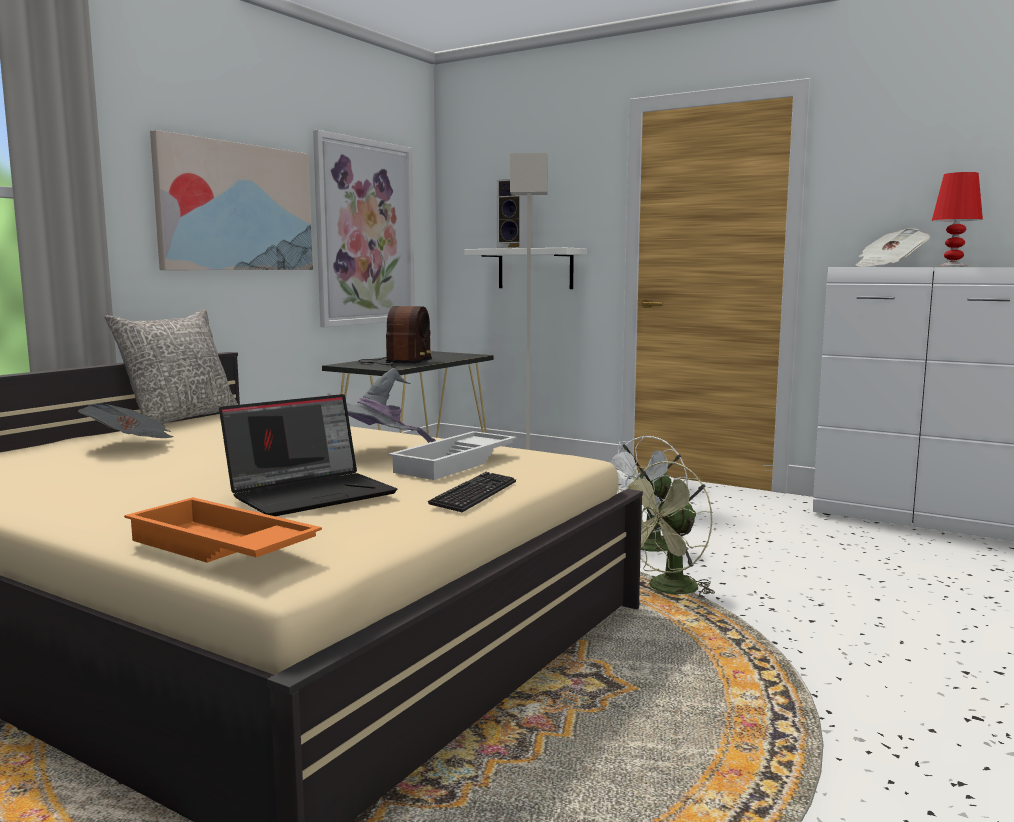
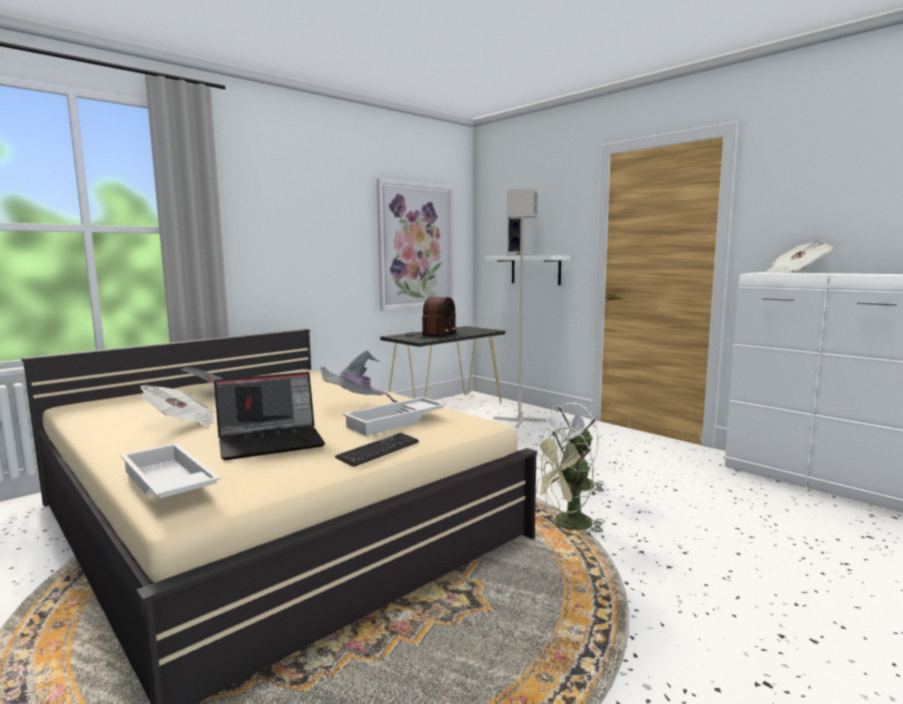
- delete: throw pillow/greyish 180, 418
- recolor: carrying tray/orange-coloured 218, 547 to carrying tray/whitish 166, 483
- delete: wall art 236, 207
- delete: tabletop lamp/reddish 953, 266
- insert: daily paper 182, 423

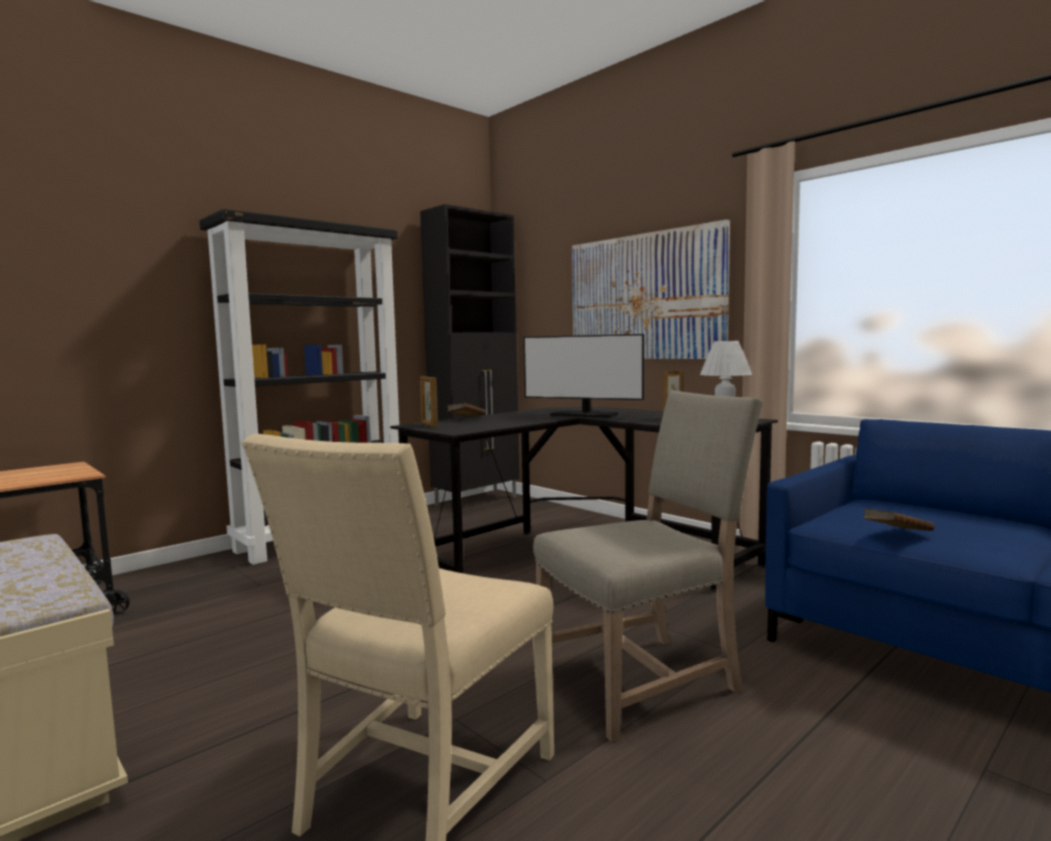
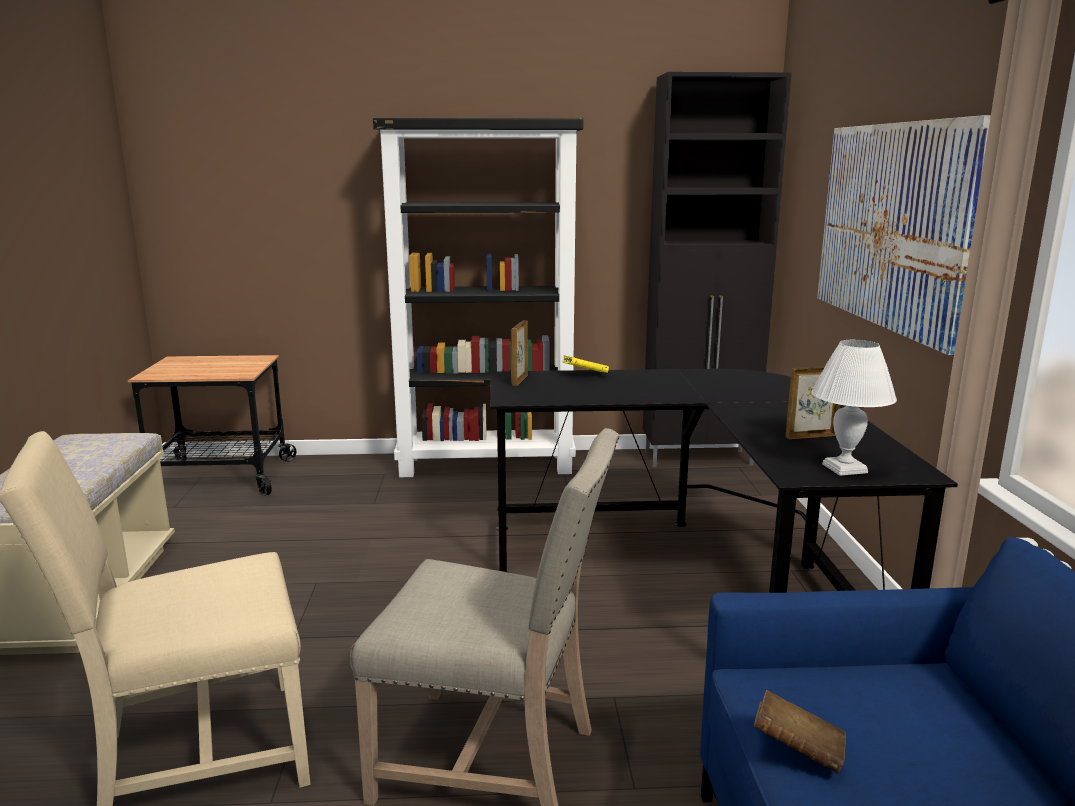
- recolor: book/brown-coloured 466, 419 to book/yellow 585, 375
- delete: computer display 584, 415

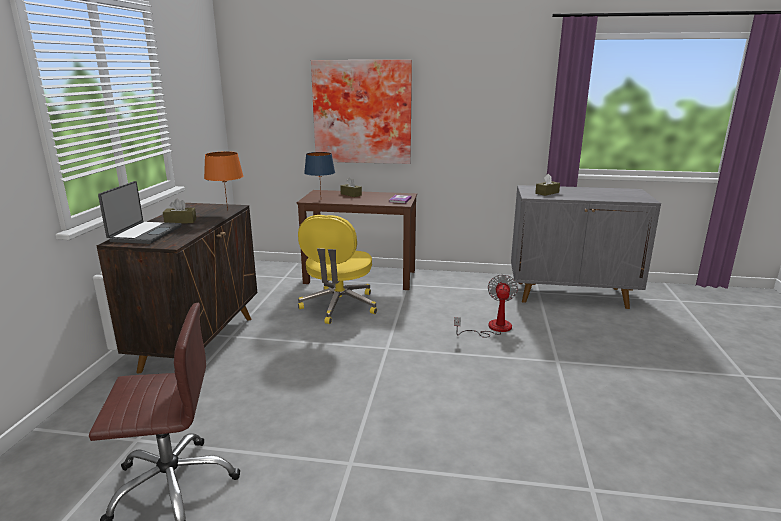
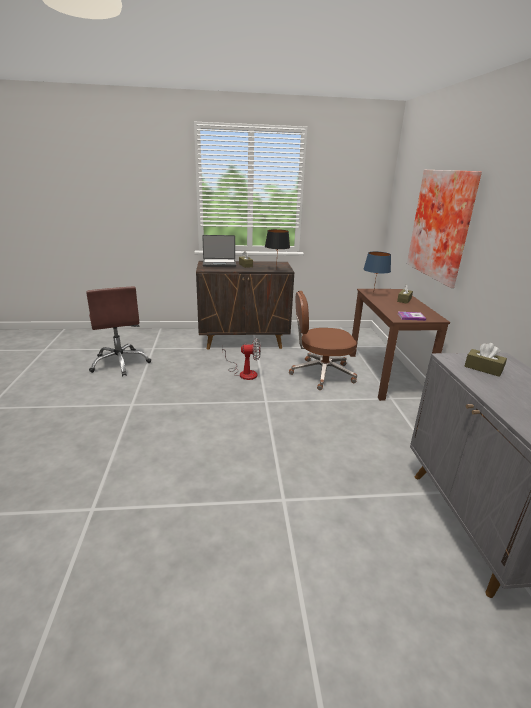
- recolor: tabletop lamp/orange-coloured 228, 210 to tabletop lamp/black 276, 269
- recolor: computer chair/yellow 339, 306 to computer chair/brown-coloured 321, 373
- move: cooling fan 492, 328 to 244, 373

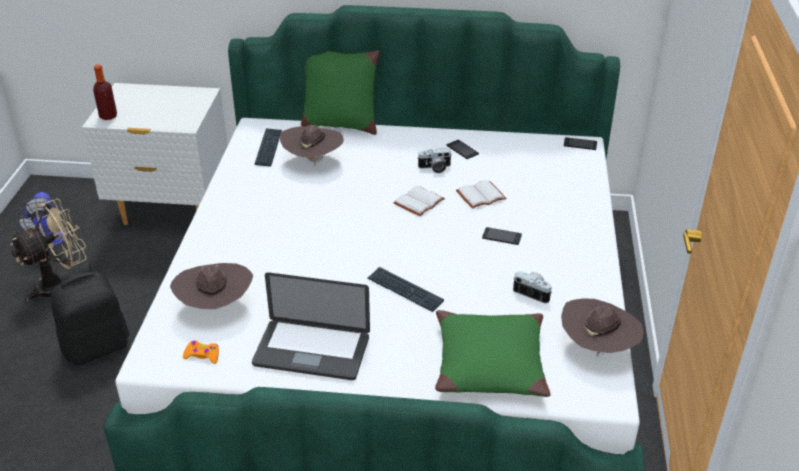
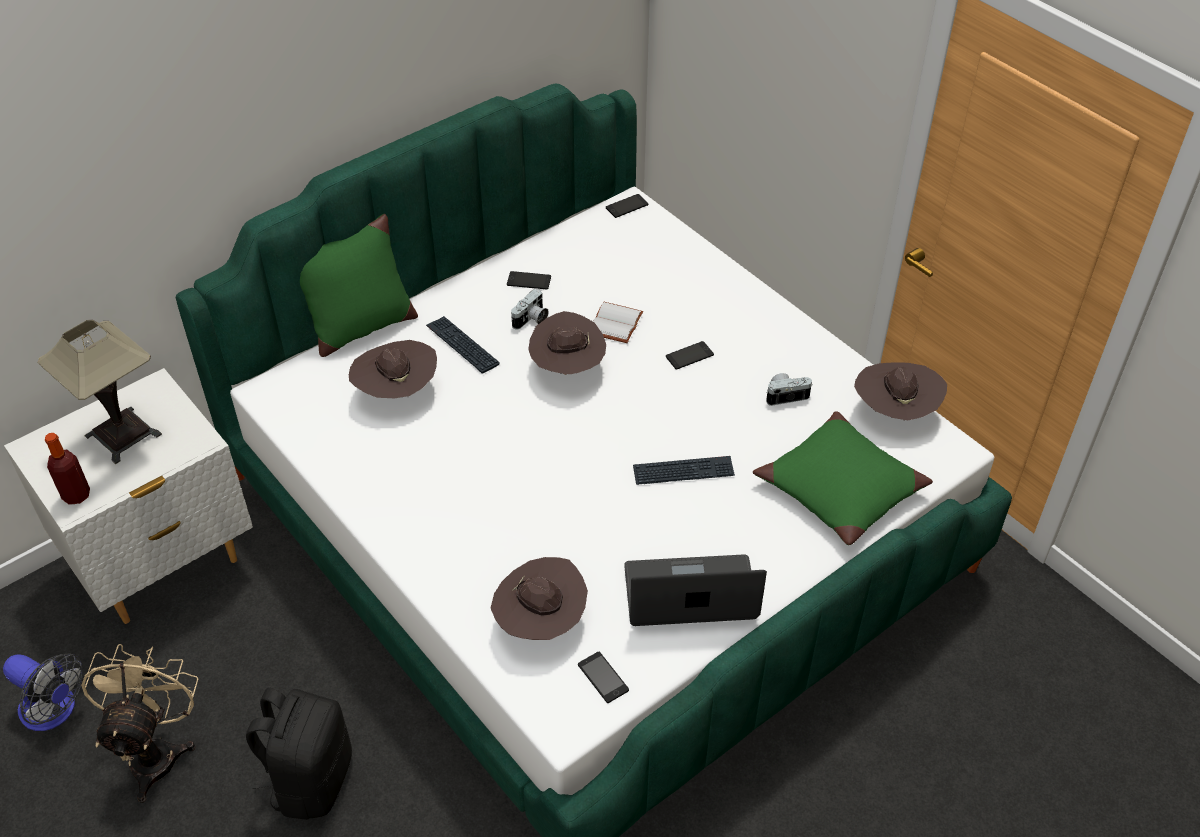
- replace: game controller/orange-coloured 202, 355 to phone 603, 677
- rotate: notebook computer 311, 351 = 690, 593 150 degrees counterclockwise
- move: computer keyboard 268, 148 to 462, 345
- replace: book/whitish 418, 201 to wearable hat/brown-coloured 567, 368
- insert: tabletop lamp 123, 435

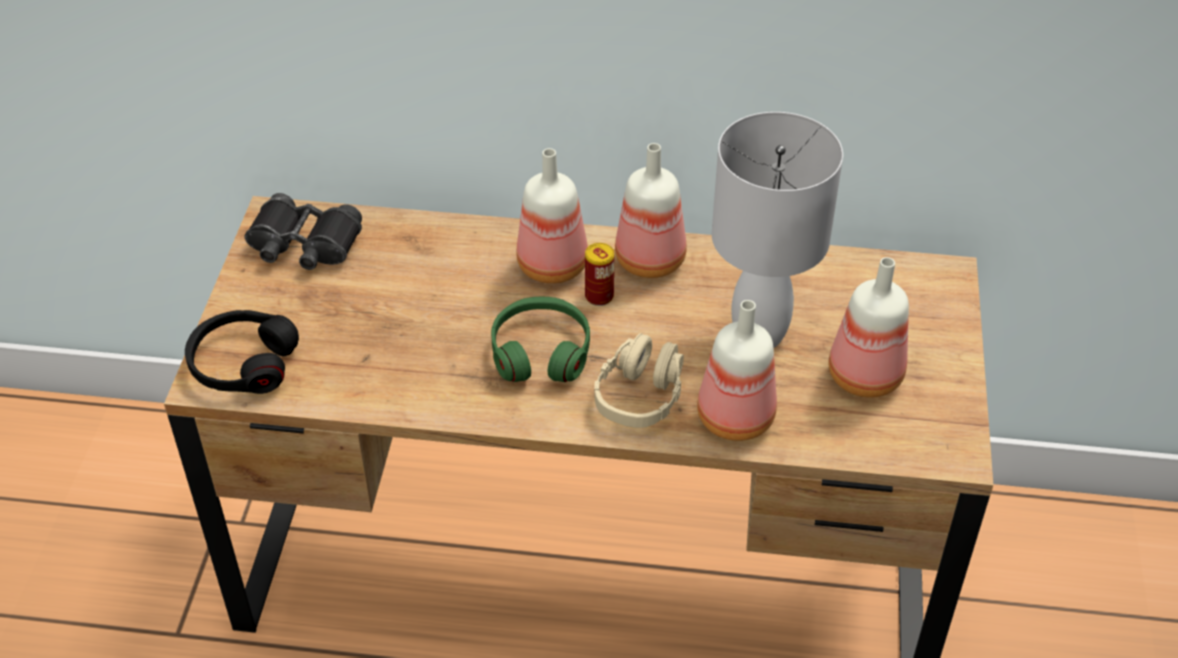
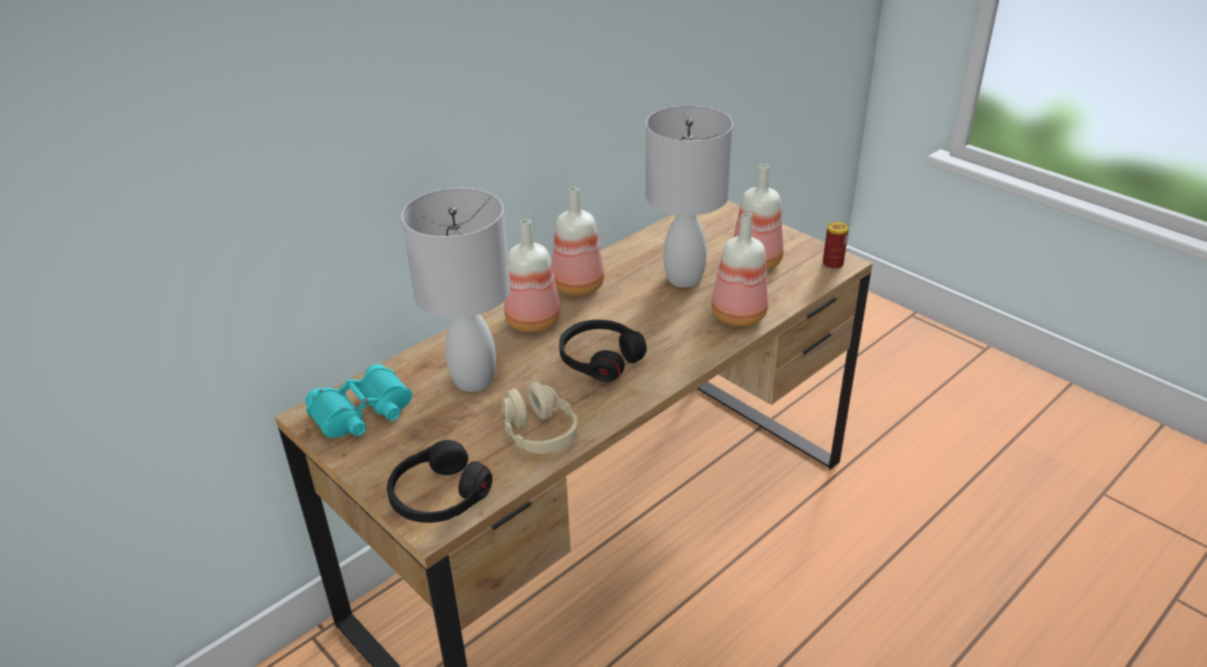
- recolor: field glasses/black 304, 245 to field glasses/turquoise-coloured 363, 413
- recolor: pair of headphones/green 541, 351 to pair of headphones/black 600, 358
- move: can 599, 296 to 832, 264
- move: pair of headphones/beige 640, 395 to 539, 431
- insert: tabletop lamp/whitish 475, 380

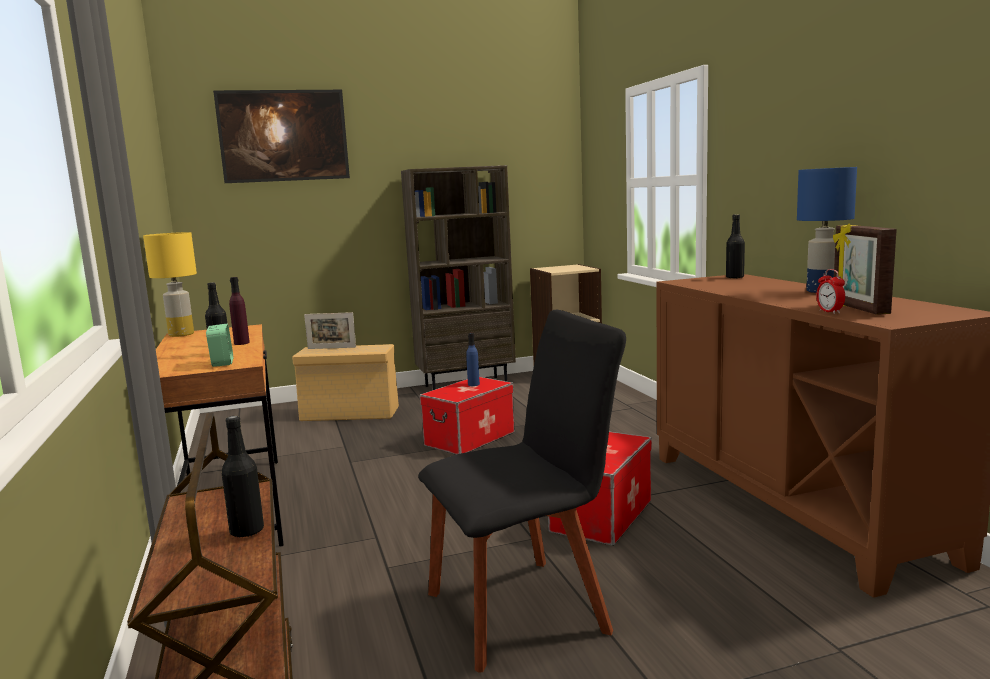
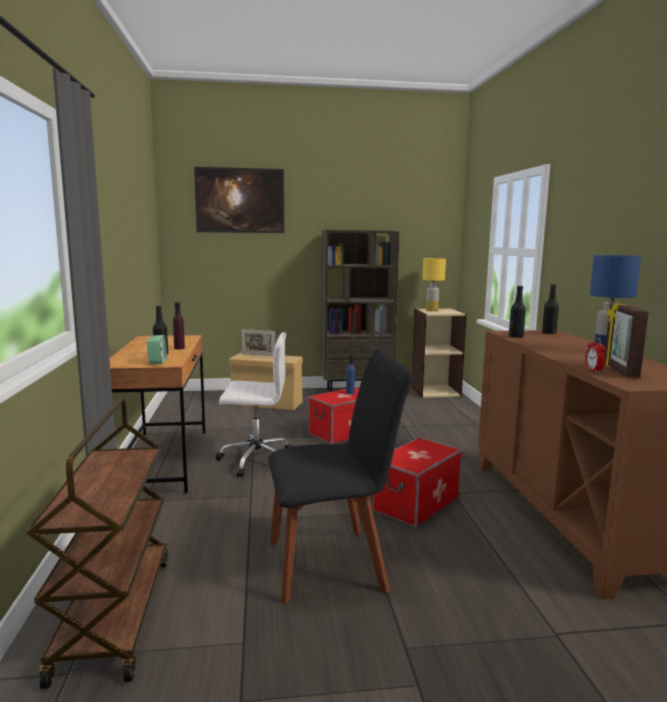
- move: tabletop lamp/yellow 182, 334 to 432, 310
- move: drink bottle/black 247, 531 to 516, 337
- insert: computer chair/whitish 255, 459

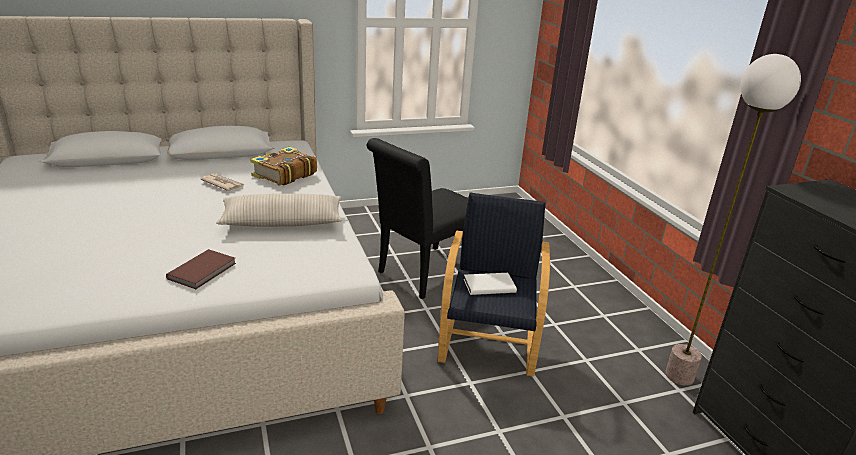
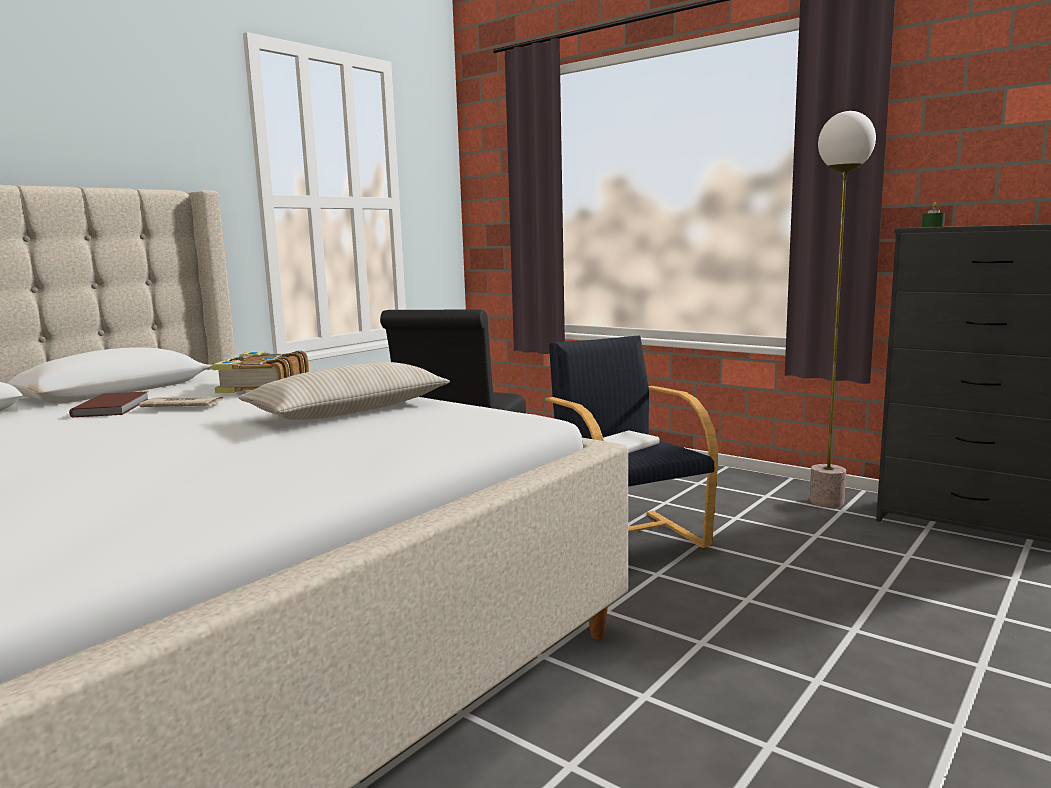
- move: book/brown-coloured 204, 271 to 114, 407
- insert: wax light/green 932, 226

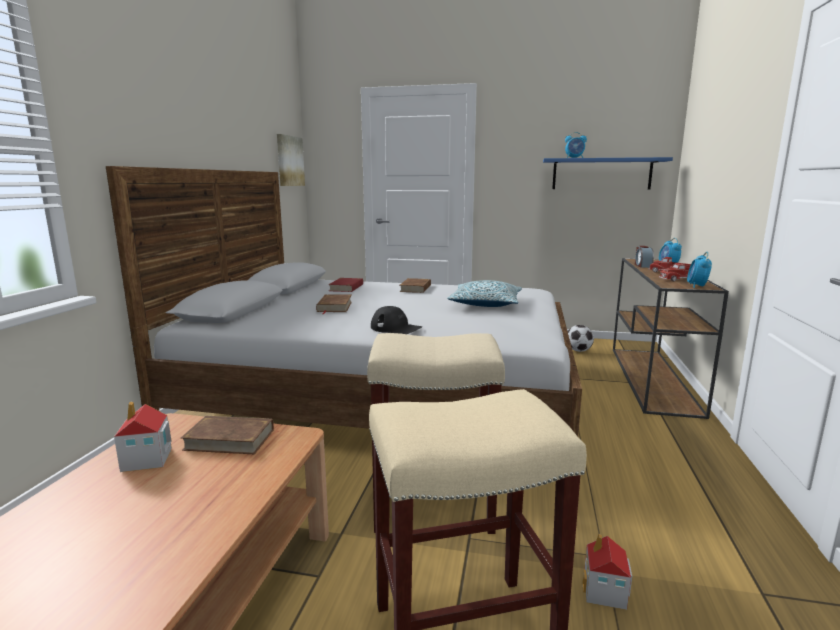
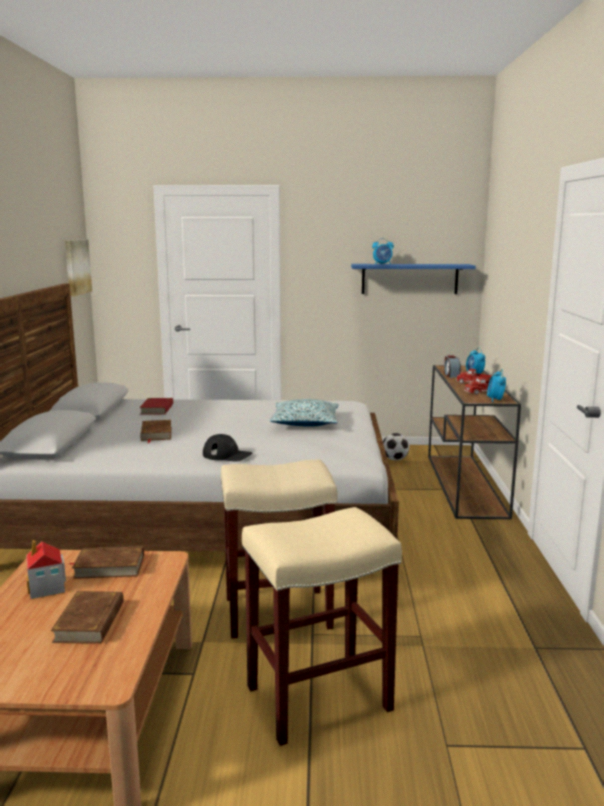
- move: book/brown-coloured 416, 288 to 90, 622
- delete: model house 604, 592

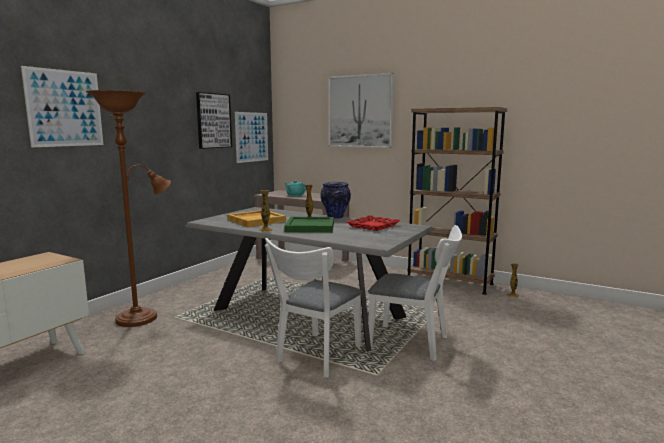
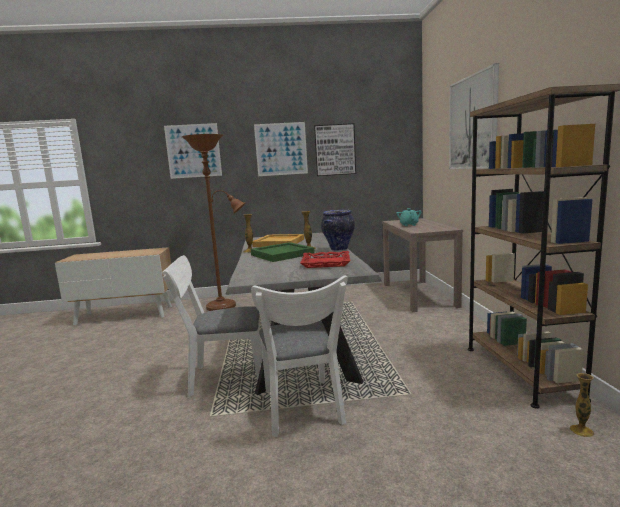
- move: wall art 251, 137 to 281, 149

